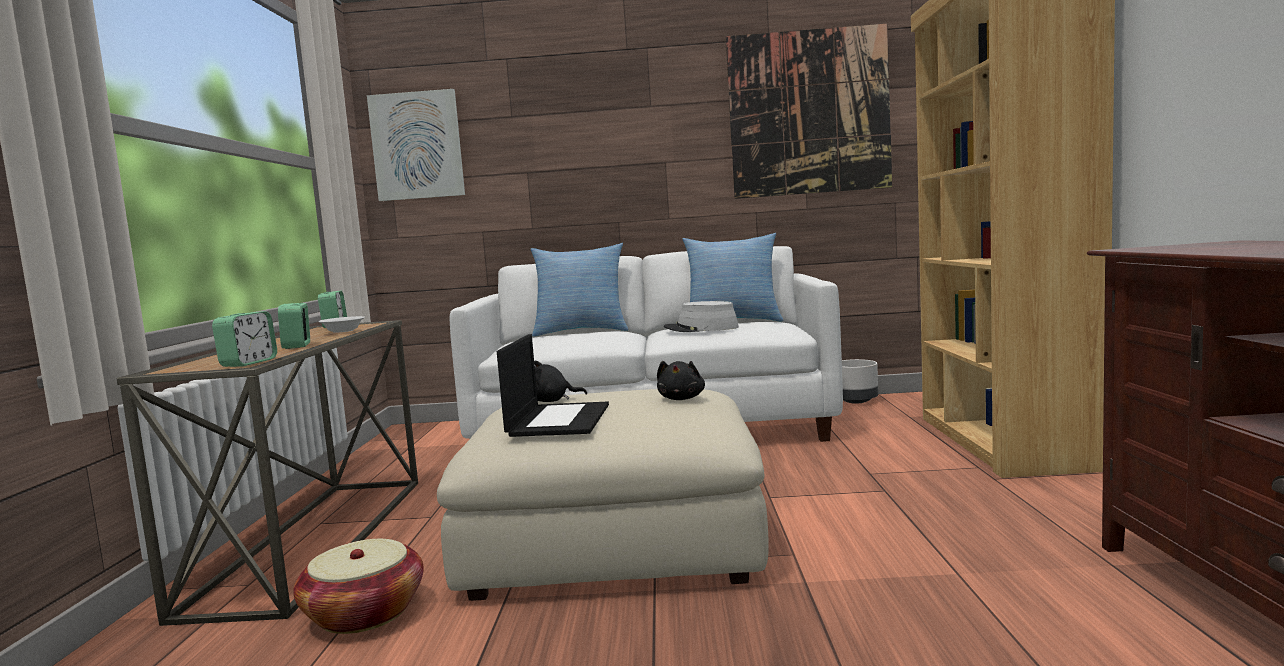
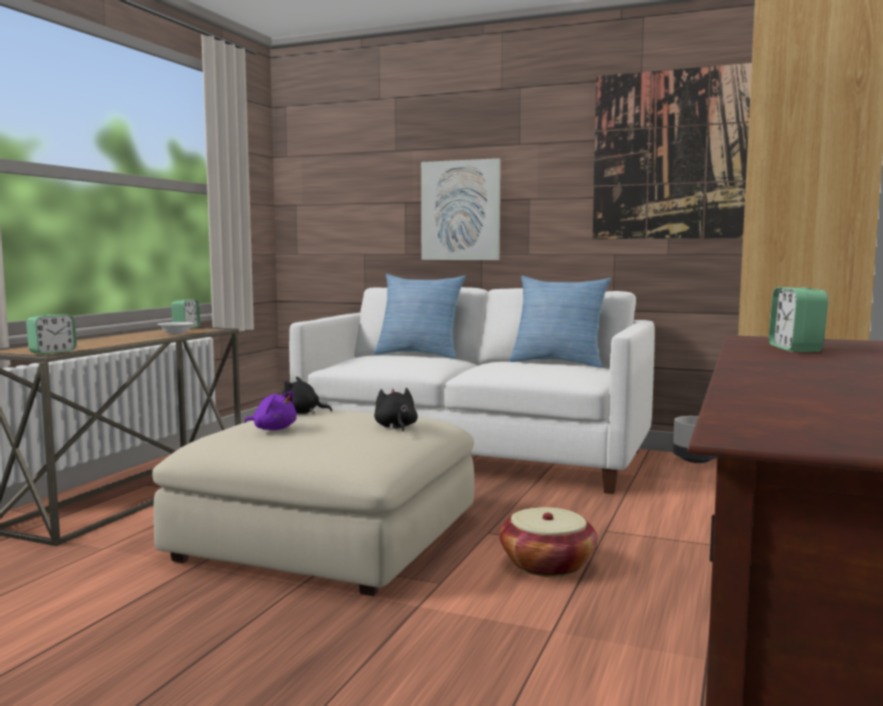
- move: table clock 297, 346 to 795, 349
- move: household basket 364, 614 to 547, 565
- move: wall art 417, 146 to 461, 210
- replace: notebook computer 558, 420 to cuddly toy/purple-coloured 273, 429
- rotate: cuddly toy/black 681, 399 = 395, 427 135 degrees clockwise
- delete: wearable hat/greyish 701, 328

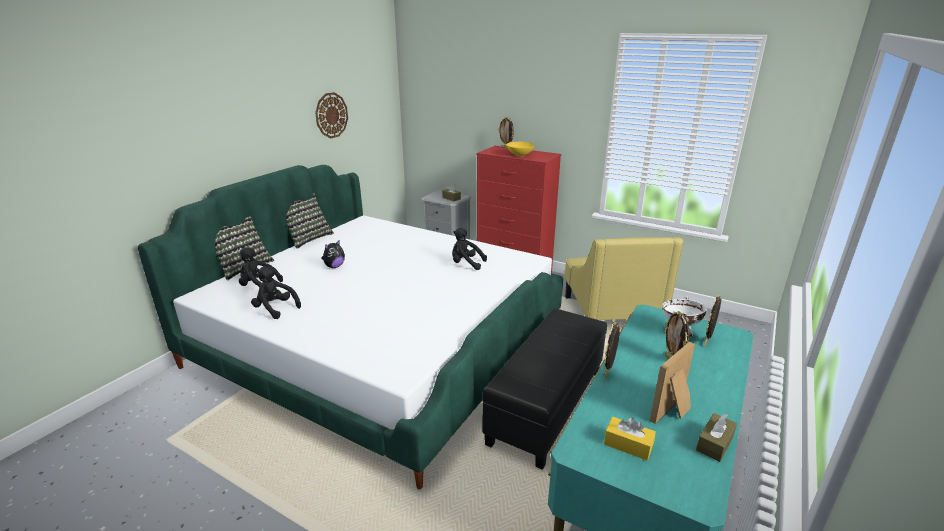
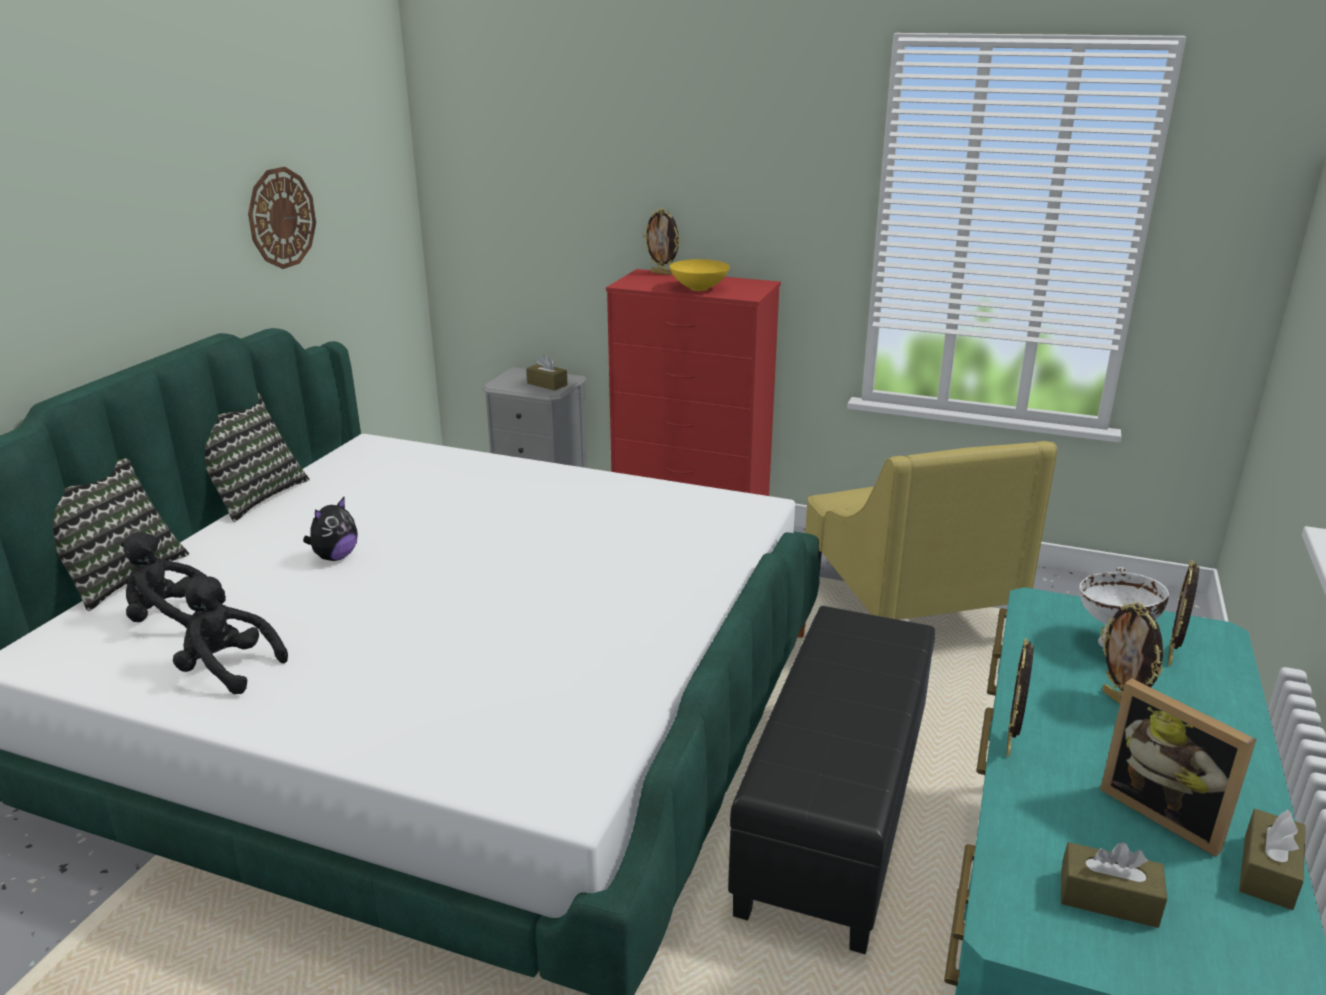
- delete: cuddly toy/black 466, 264
- recolor: box of tissues/yellow 628, 445 to box of tissues/brown-coloured 1108, 898
- rotate: standing frame 673, 411 = 1166, 812 75 degrees counterclockwise

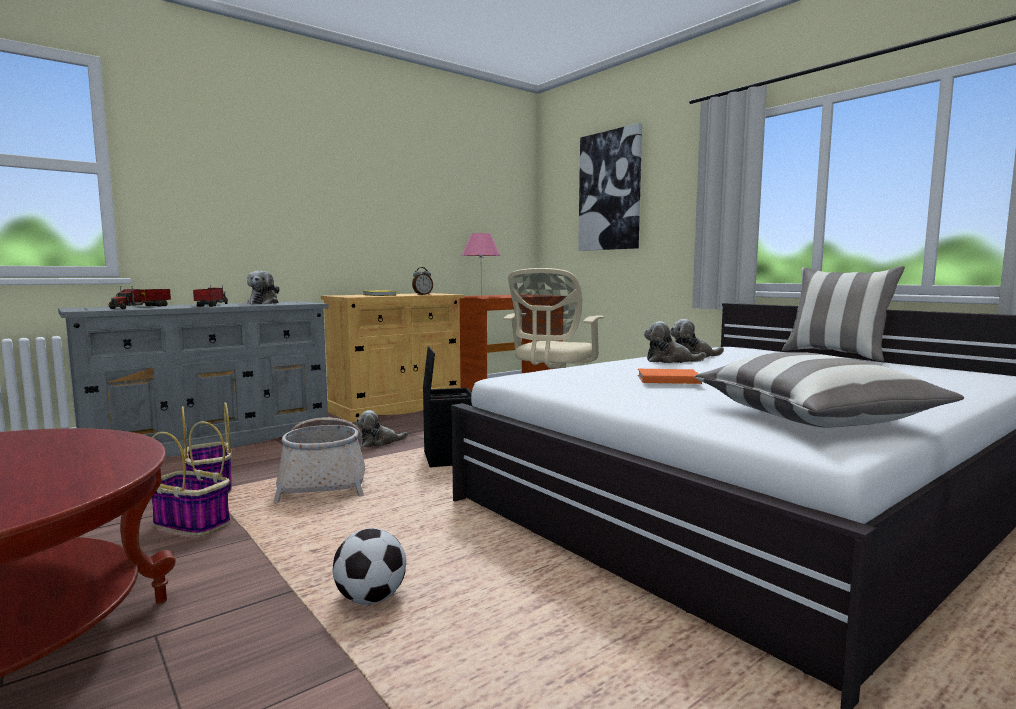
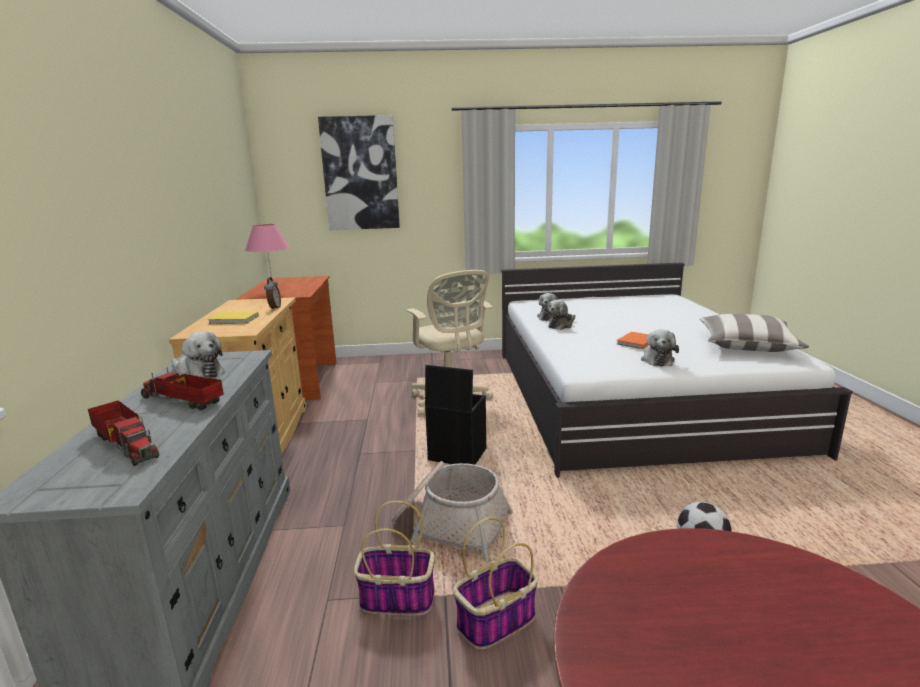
- move: cuddly toy 379, 442 to 657, 360
- delete: throw pillow 836, 355

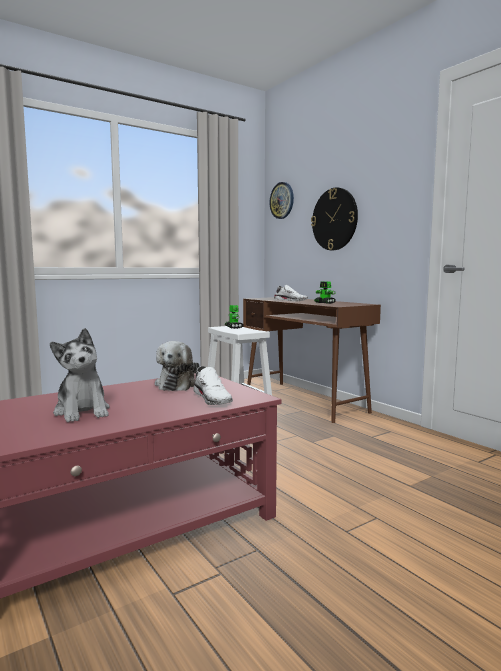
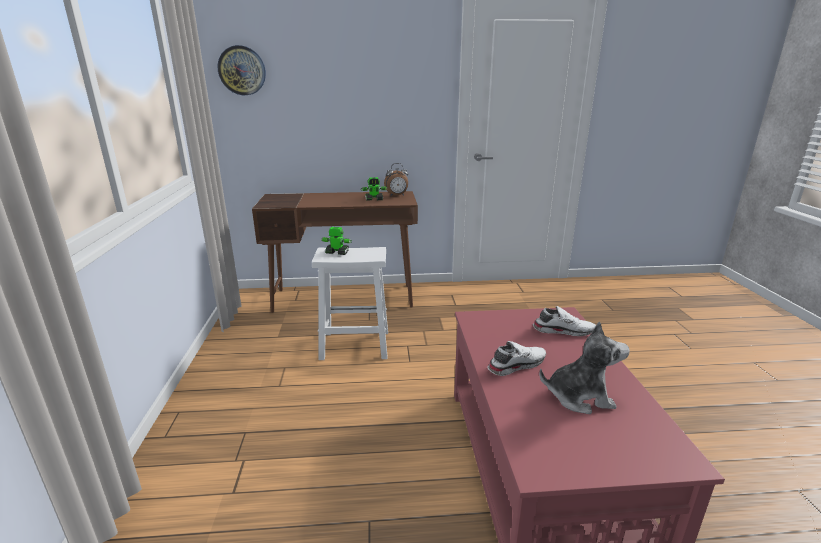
- delete: cuddly toy 177, 384
- move: low shoe/whitish 291, 301 to 515, 365
- delete: wall clock 334, 219
- insert: table clock 397, 195

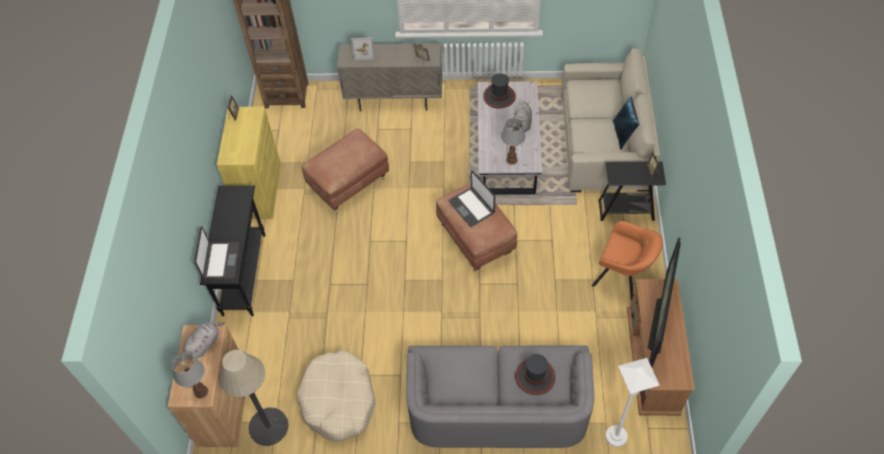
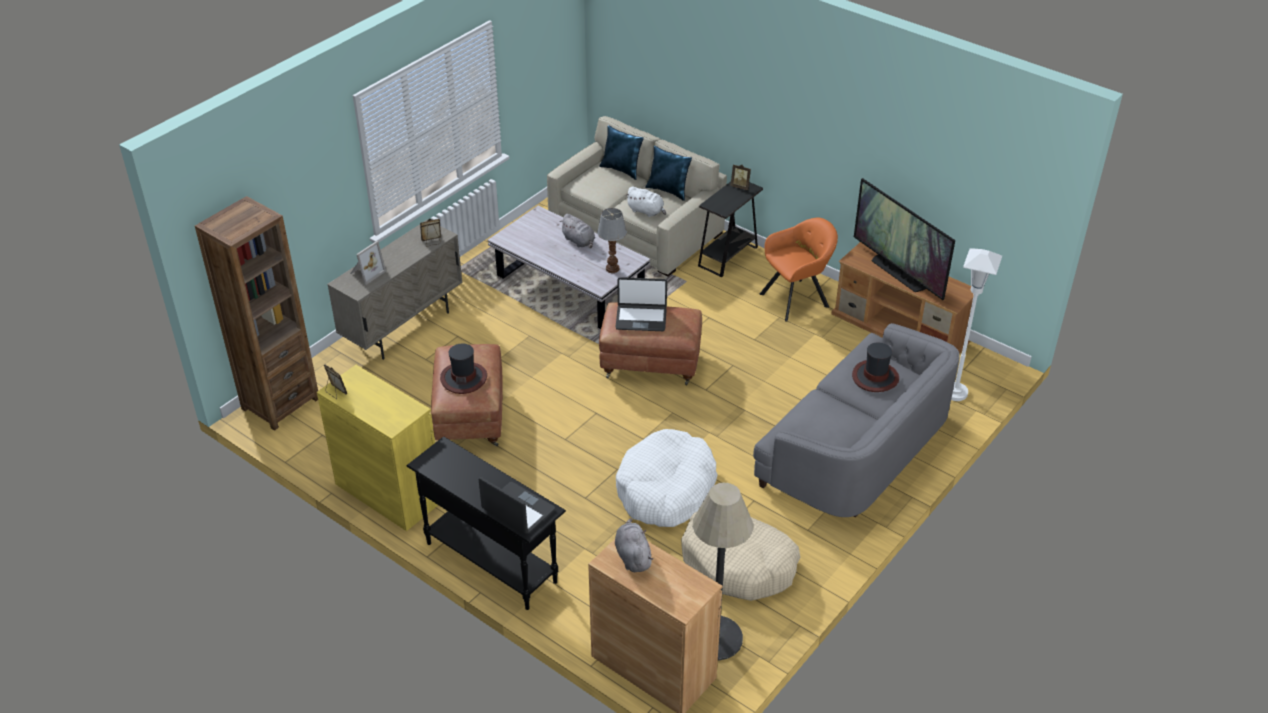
- delete: tabletop lamp 201, 392
- move: wearable hat 499, 96 to 463, 378
- insert: throw pillow/bluish 622, 170
- insert: dog bed/whitish 666, 489
- insert: cuddly toy/whitish 646, 211

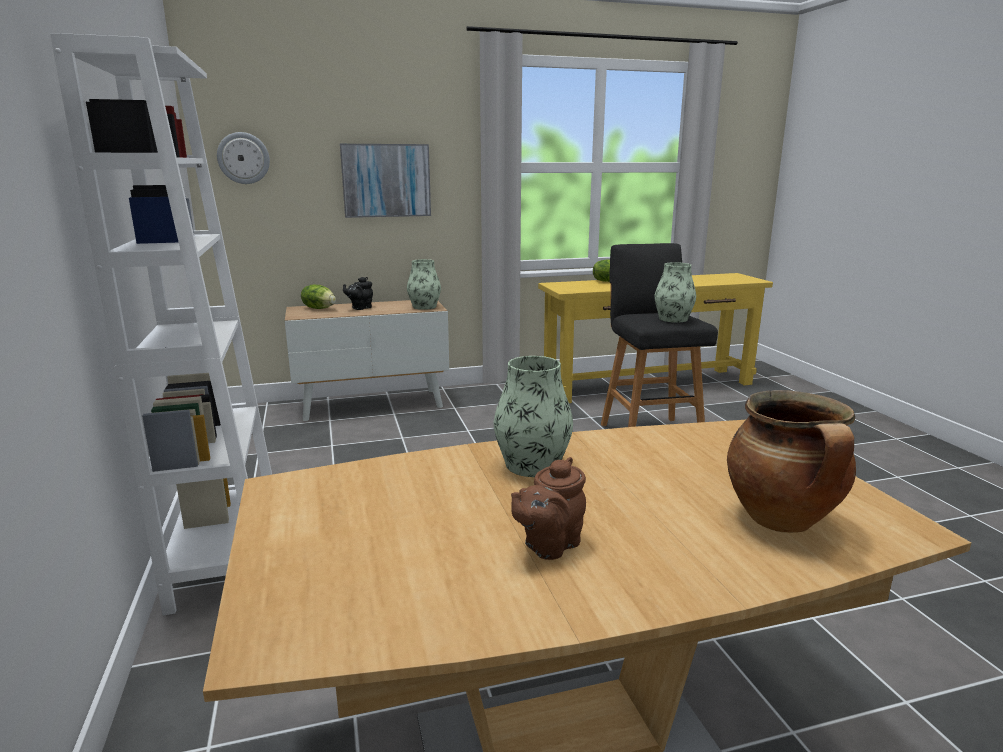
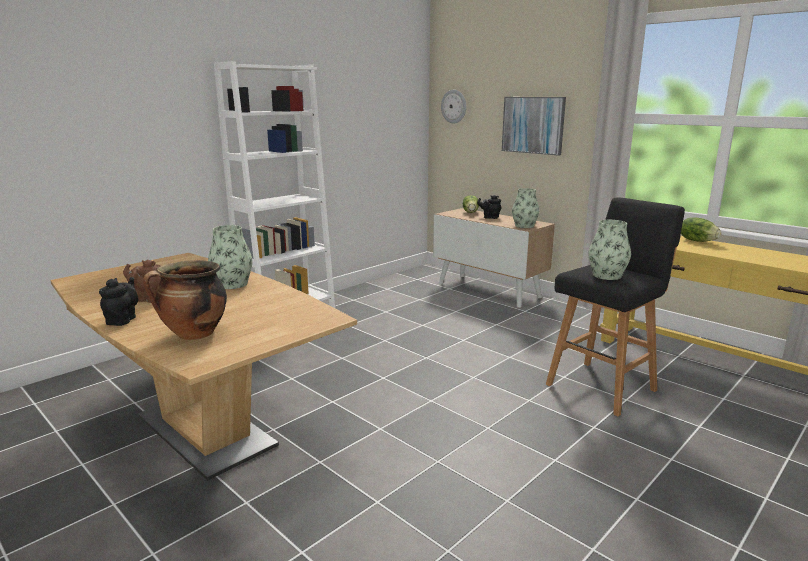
- insert: tea pot/black 123, 320

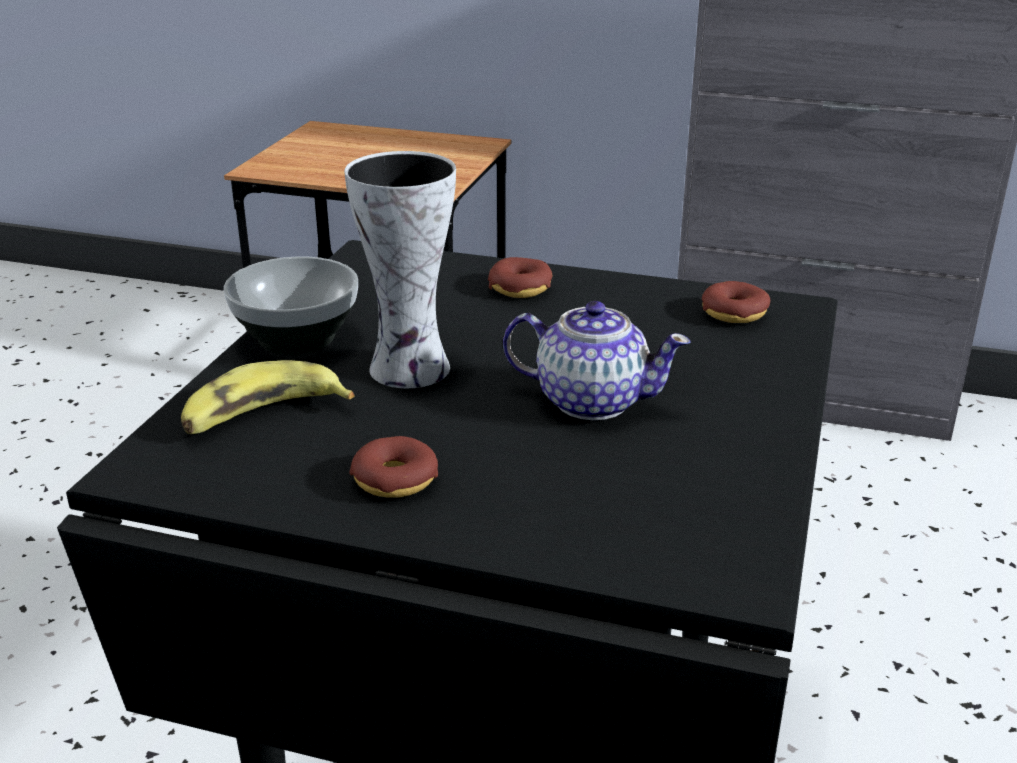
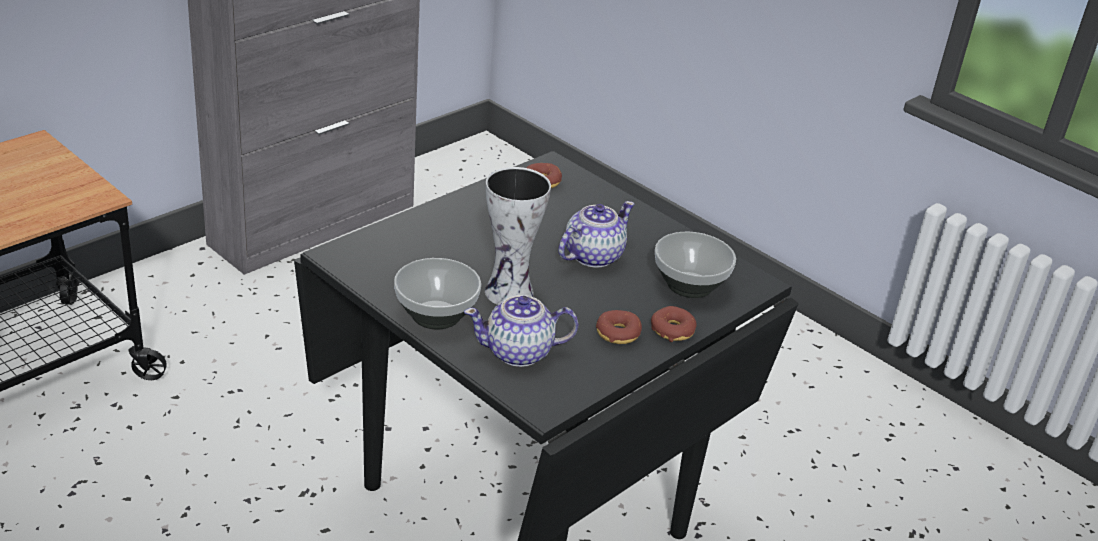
- replace: whole banana 262, 416 to tea pot 519, 352
- move: donut 520, 287 to 672, 330
- insert: serving bowl 690, 285

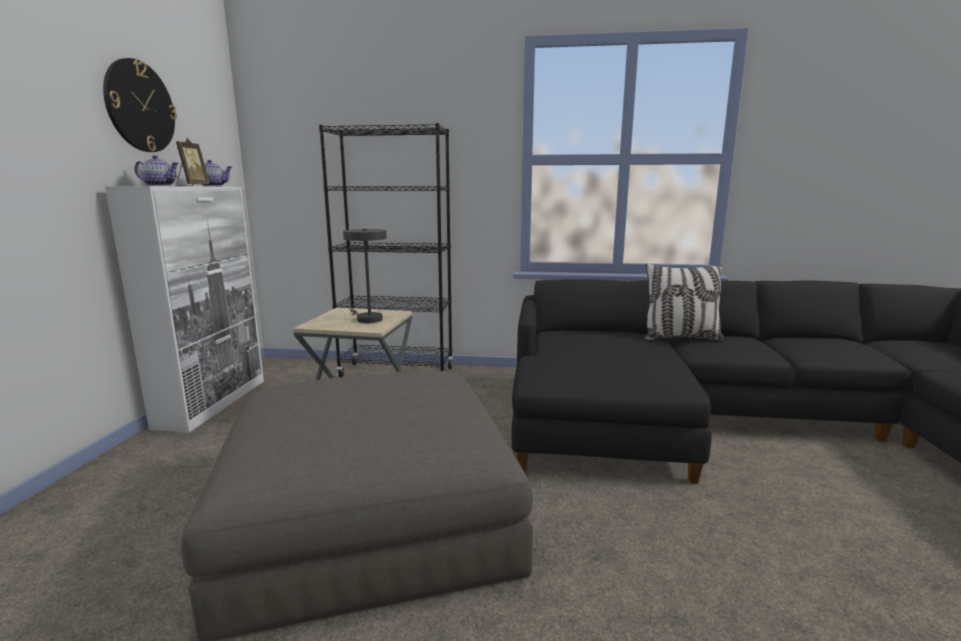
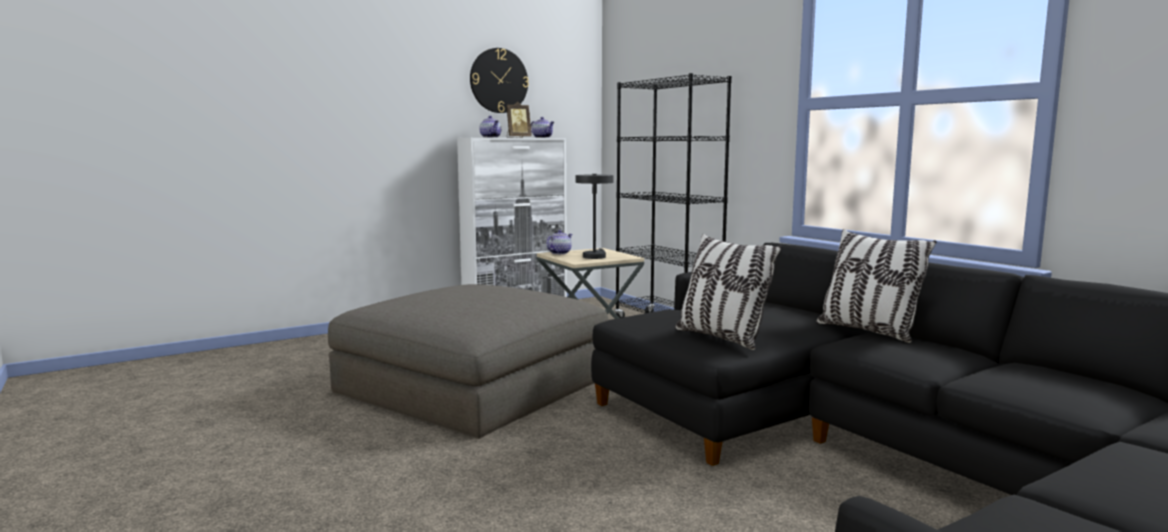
- insert: tea pot 559, 253
- insert: throw pillow 721, 338

